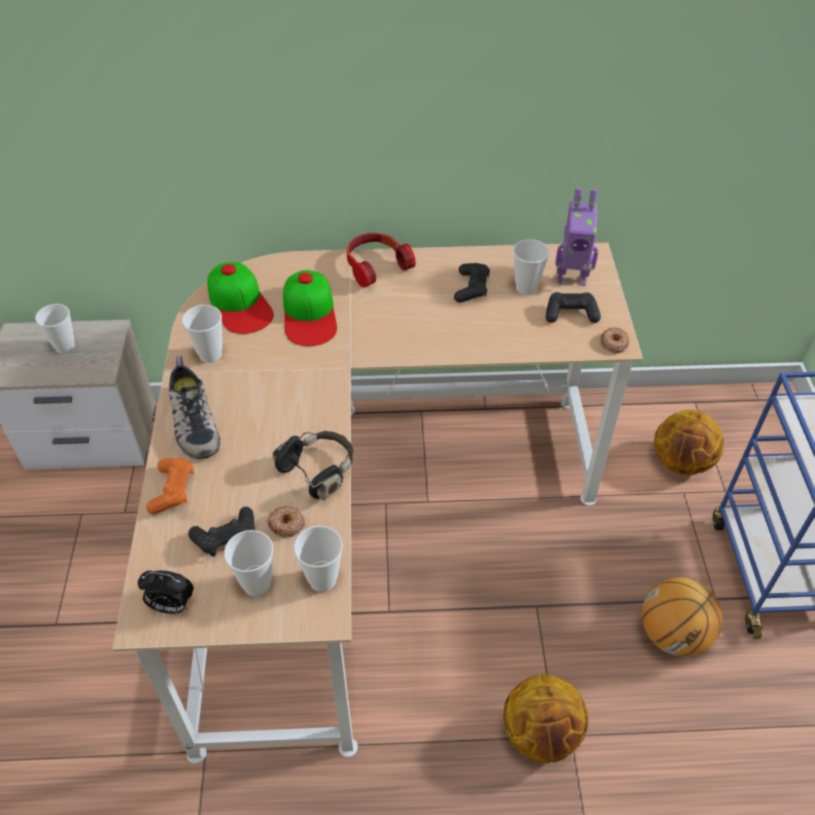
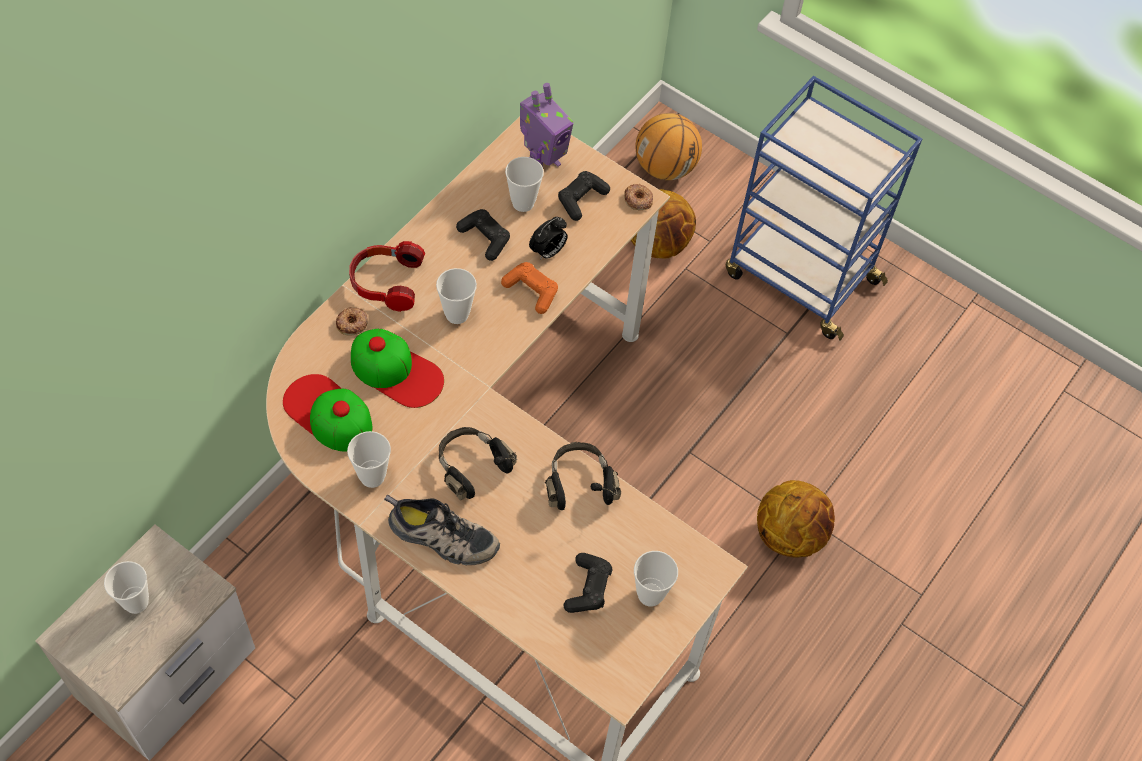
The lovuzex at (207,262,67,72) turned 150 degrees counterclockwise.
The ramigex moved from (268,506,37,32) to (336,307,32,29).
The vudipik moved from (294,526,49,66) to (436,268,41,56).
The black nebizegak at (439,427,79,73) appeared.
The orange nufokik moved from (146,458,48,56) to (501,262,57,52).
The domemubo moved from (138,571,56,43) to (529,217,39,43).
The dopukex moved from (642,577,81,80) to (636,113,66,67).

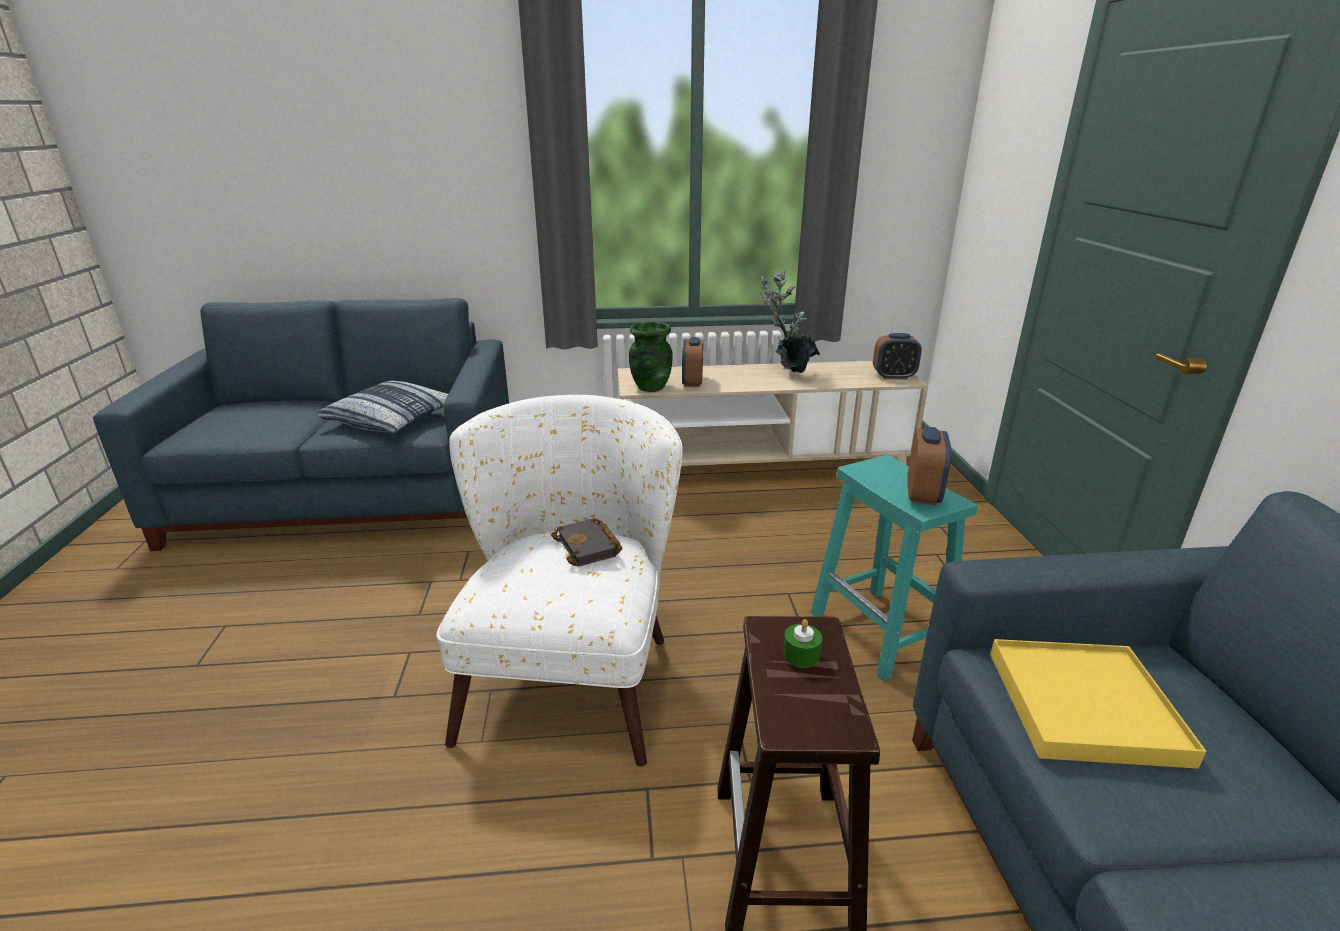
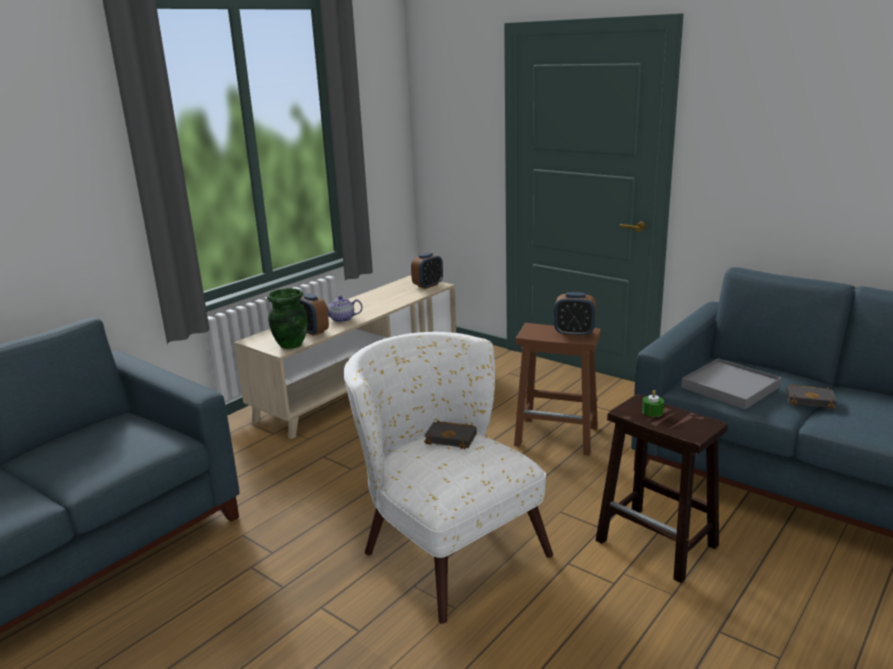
The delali at (327,295,36,27) appeared.
The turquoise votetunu at (811,455,167,226) became the brown votetunu at (514,323,87,132).
The domemubo at (907,427,44,78) turned 135 degrees clockwise.
The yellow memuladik at (990,639,217,130) became the grey memuladik at (681,358,101,51).
The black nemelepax at (786,384,51,25) appeared.
The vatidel at (316,381,132,53) disappeared.
The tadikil at (760,271,60,102) disappeared.

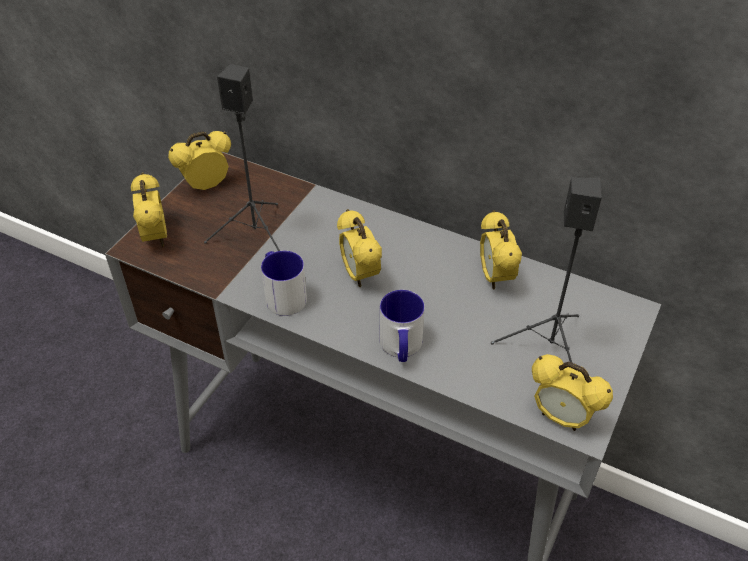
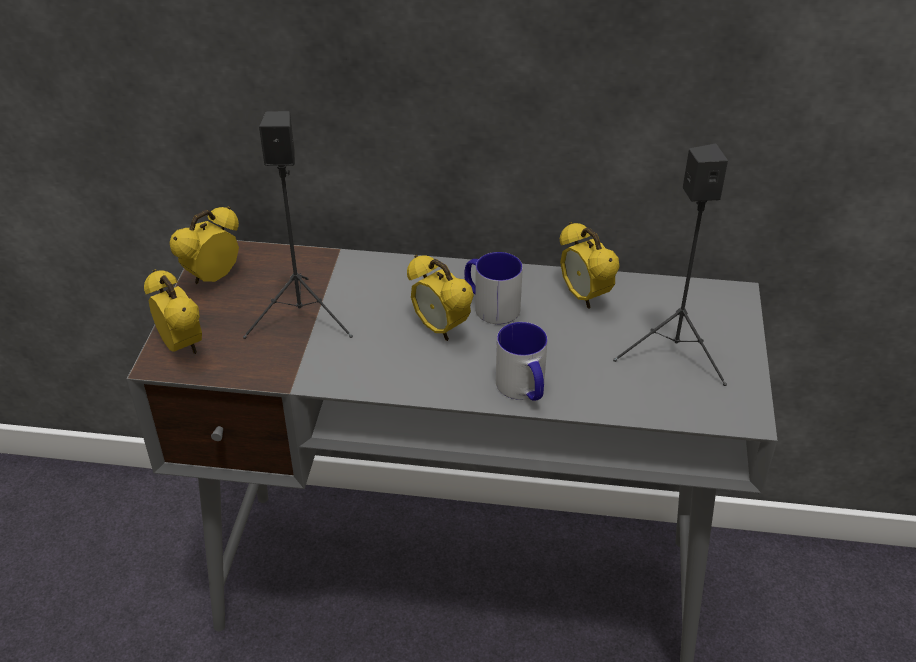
The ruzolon moved from (261,251,46,65) to (464,252,59,72).
The domemubo at (532,354,81,77) disappeared.

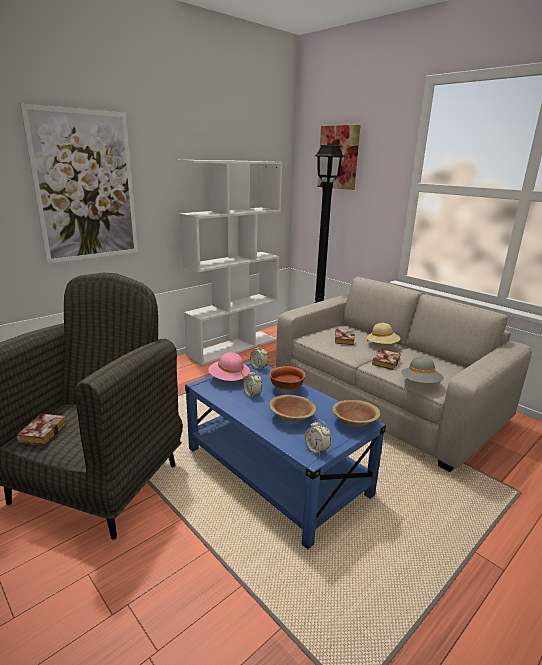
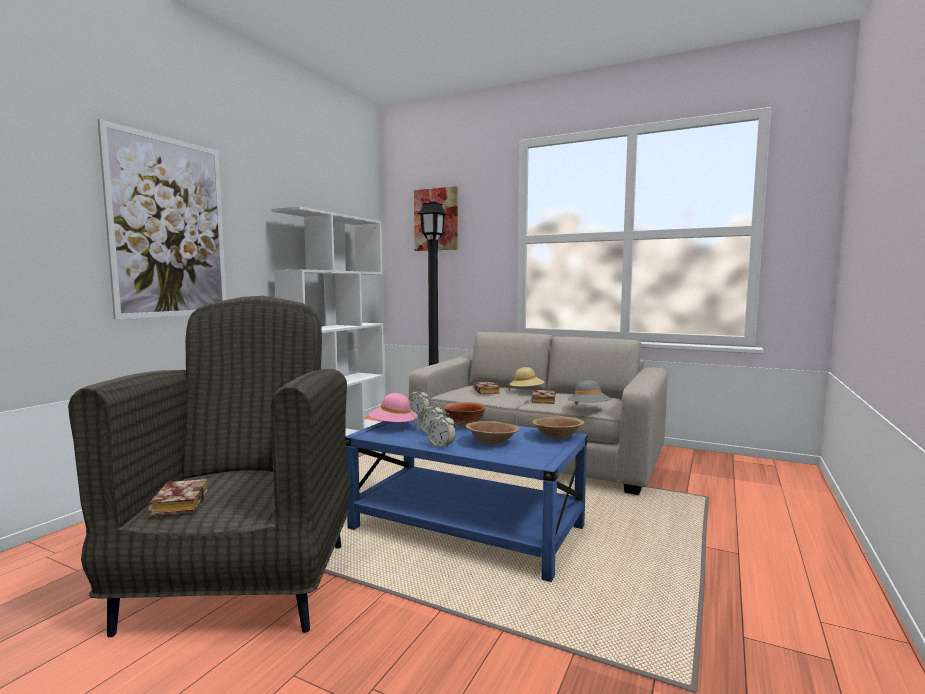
The domemubo moved from (305,419,26,37) to (427,412,29,37).

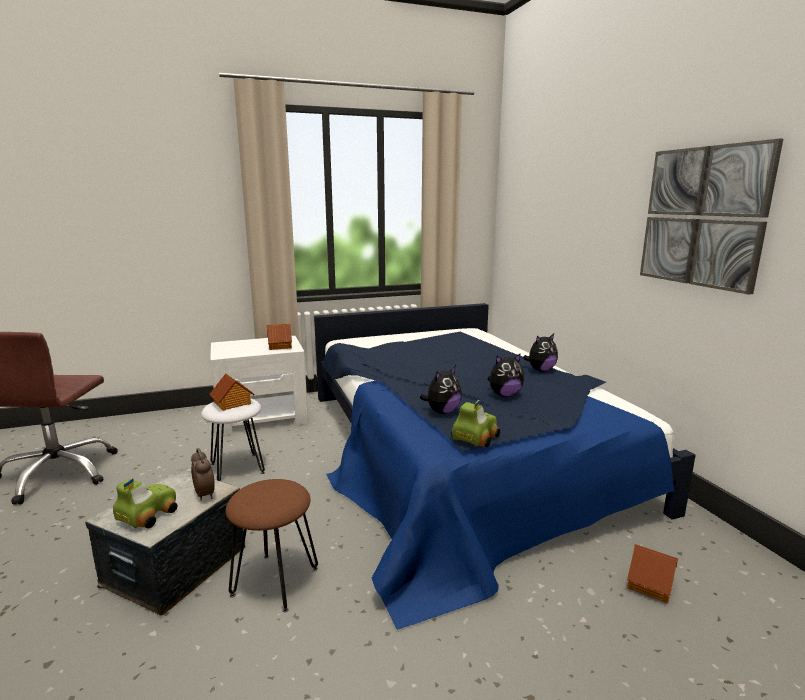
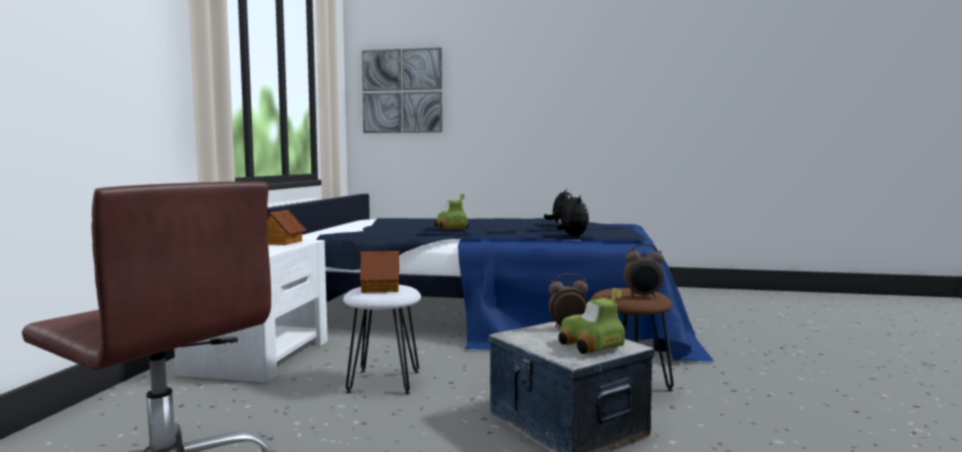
The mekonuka moved from (640,138,143,157) to (362,47,80,86).
The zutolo moved from (451,400,49,48) to (434,194,35,36).
The domemubo at (623,244,41,54) appeared.
The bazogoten at (523,333,35,39) disappeared.
The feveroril at (627,544,51,59) disappeared.

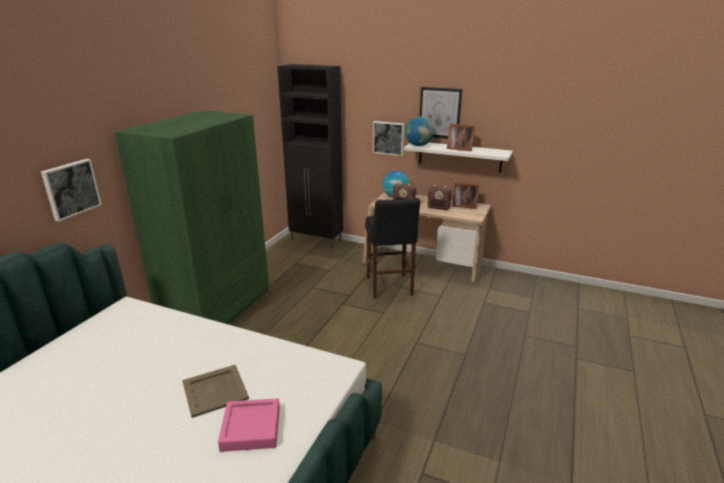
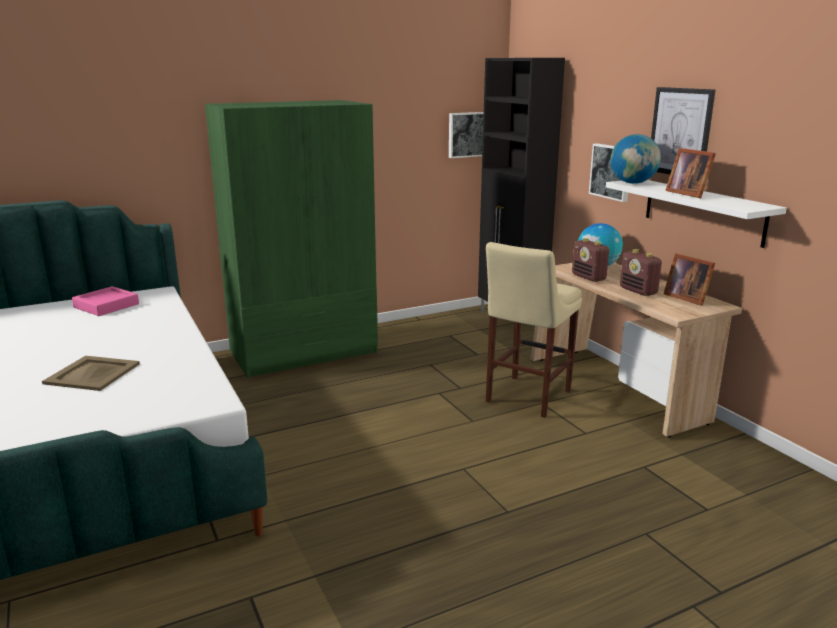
The pink memuladik moved from (218,398,62,54) to (72,286,67,30).
The mekonuka moved from (41,159,61,62) to (449,112,35,46).
The black votetunu at (365,198,55,100) became the beige votetunu at (486,242,96,176).

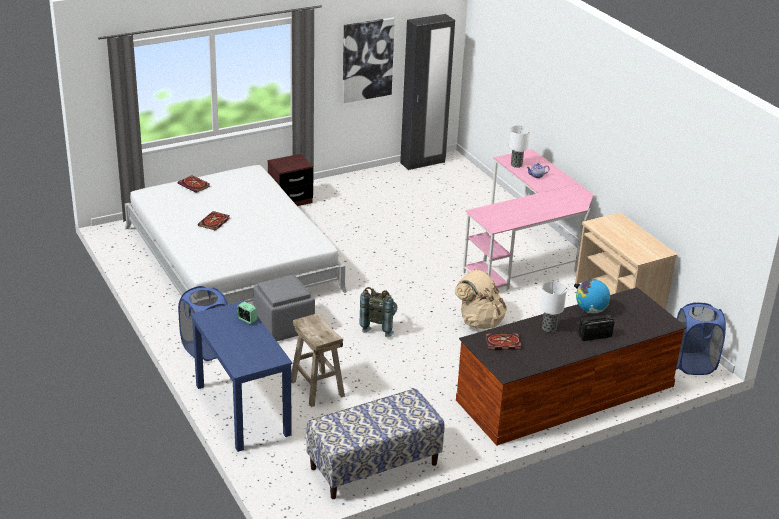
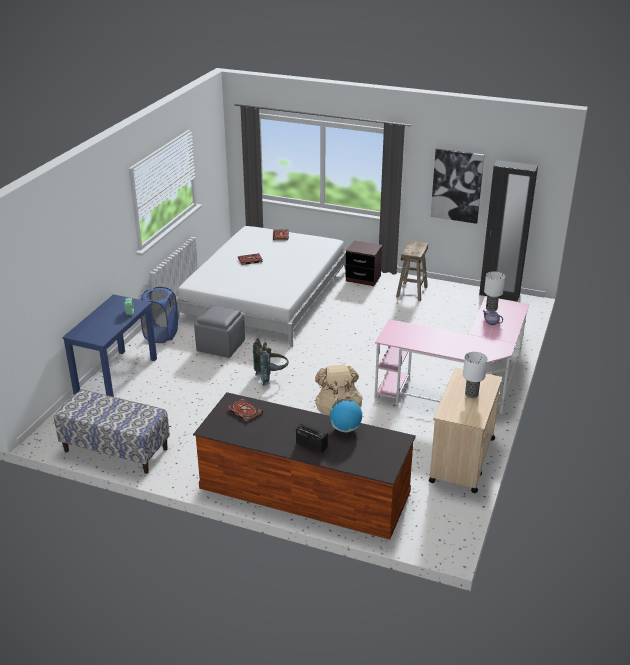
The beige votetunu moved from (291,313,54,94) to (396,240,32,61).
The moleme moved from (540,281,27,51) to (463,352,24,46).
The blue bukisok at (676,302,50,73) disappeared.

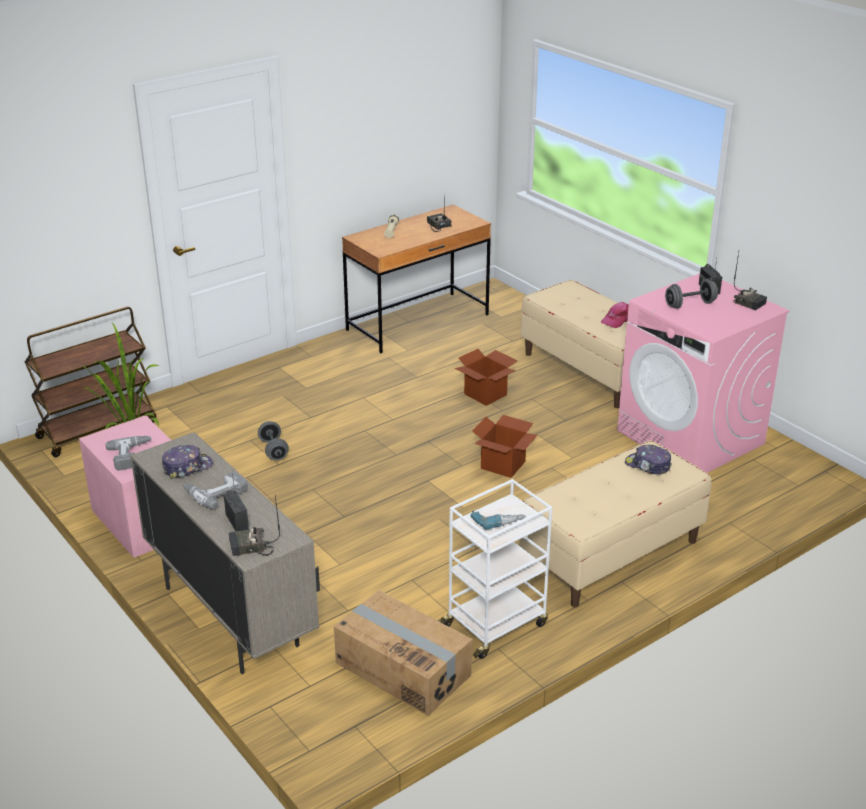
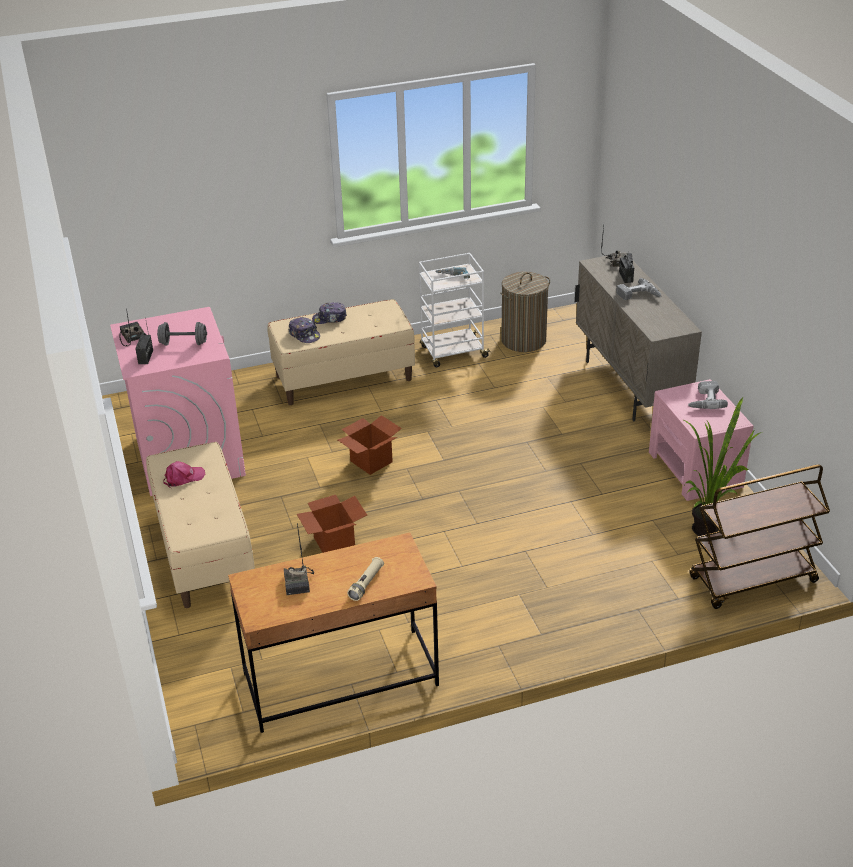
The lovuzex moved from (162,445,51,34) to (312,302,35,22).
The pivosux at (334,590,139,126) was replaced by the bukisok at (500,272,50,80).
The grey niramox at (258,421,31,40) disappeared.

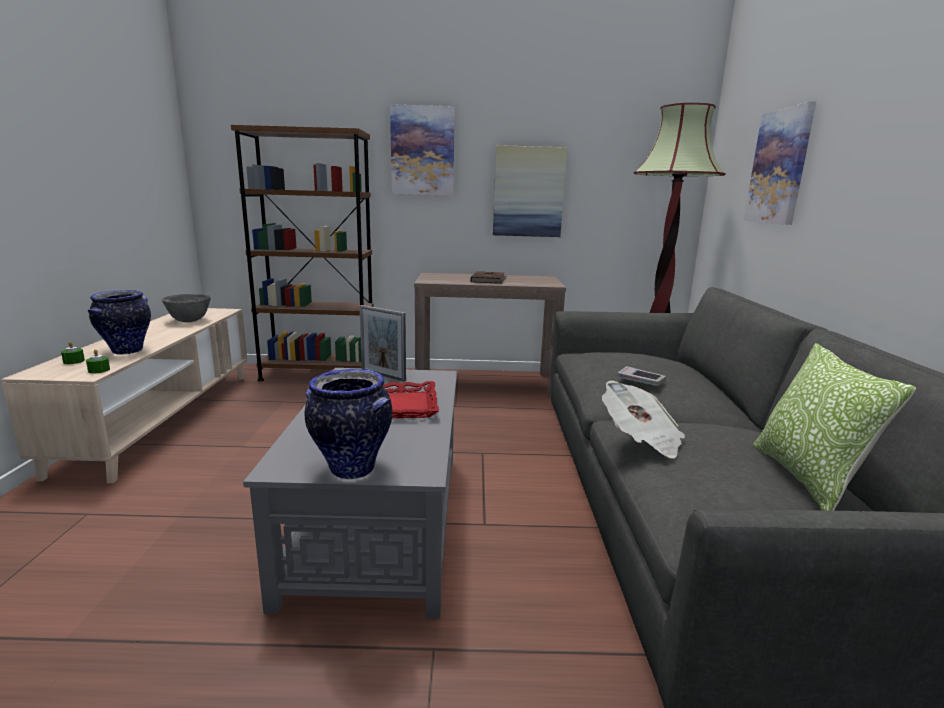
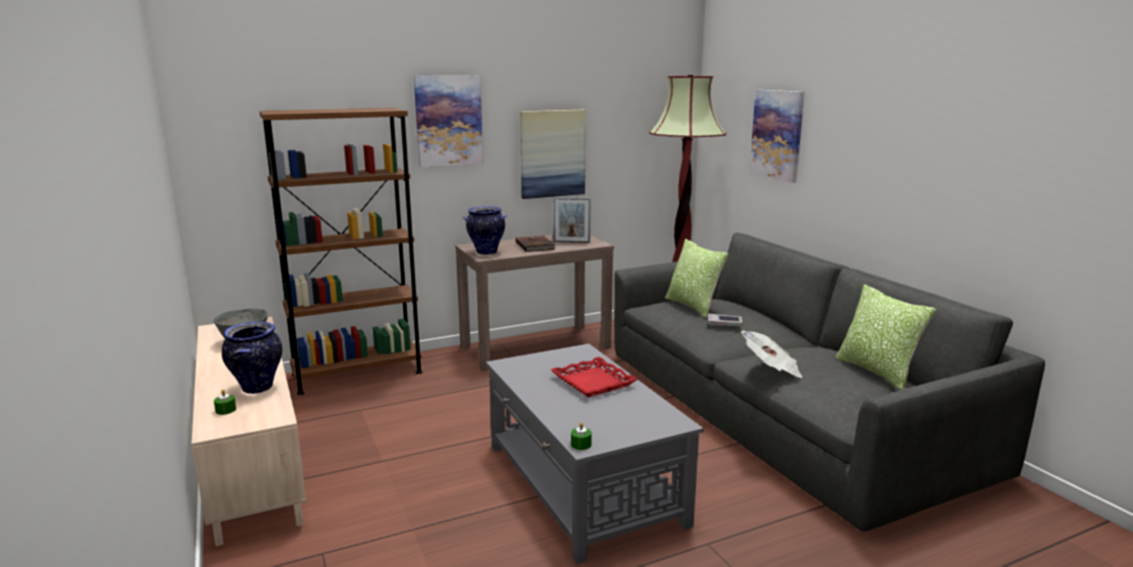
The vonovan moved from (304,369,89,110) to (463,206,44,49).
The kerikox moved from (360,305,46,76) to (553,197,38,46).
The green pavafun moved from (86,349,24,24) to (571,422,21,28).
The vatidel at (665,239,63,79) appeared.

